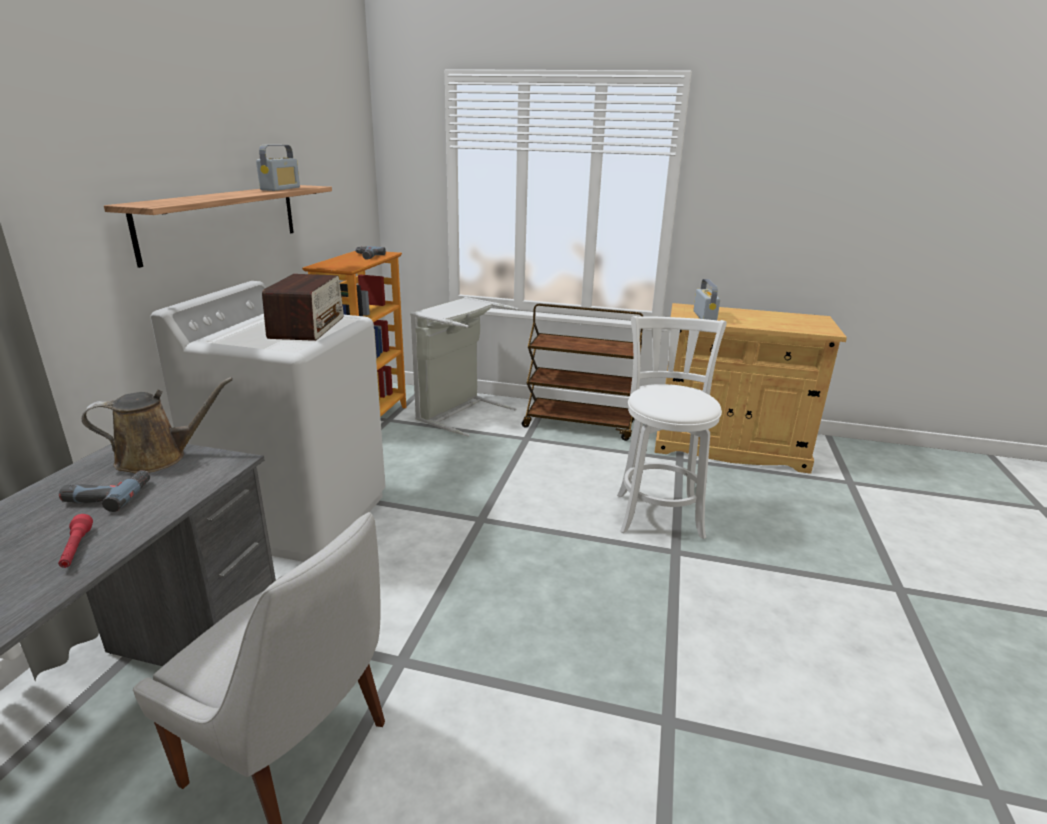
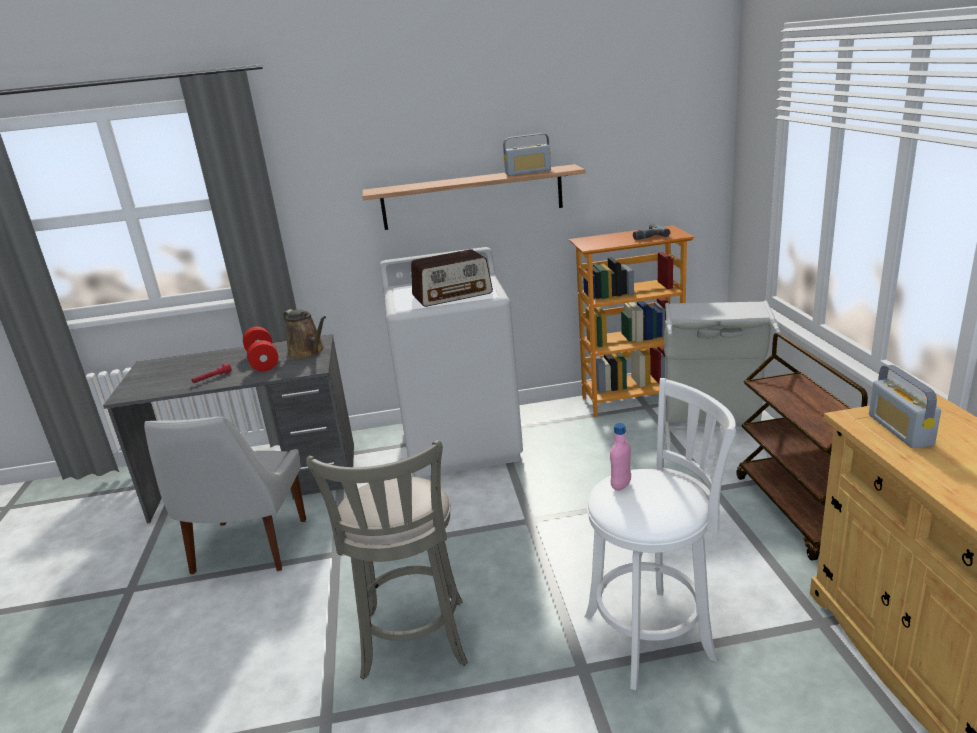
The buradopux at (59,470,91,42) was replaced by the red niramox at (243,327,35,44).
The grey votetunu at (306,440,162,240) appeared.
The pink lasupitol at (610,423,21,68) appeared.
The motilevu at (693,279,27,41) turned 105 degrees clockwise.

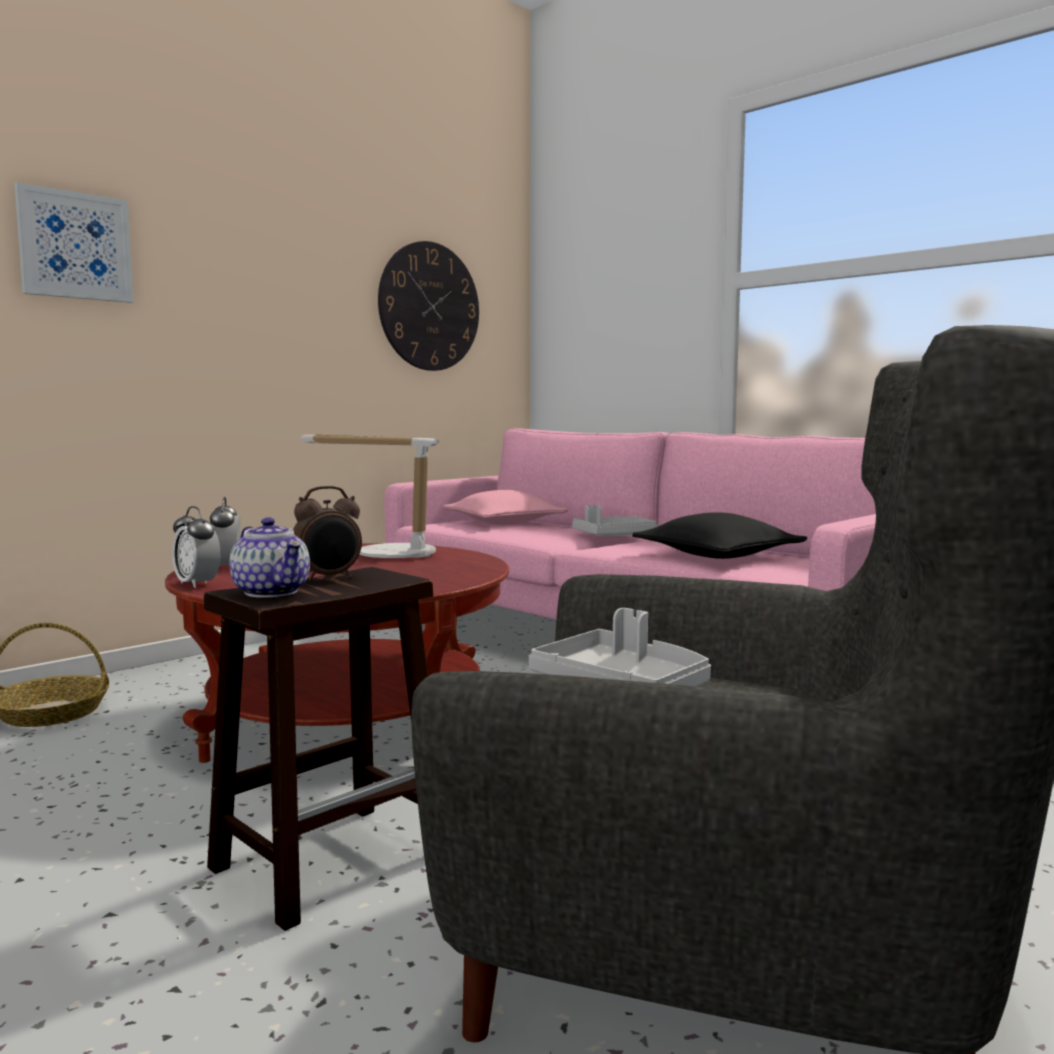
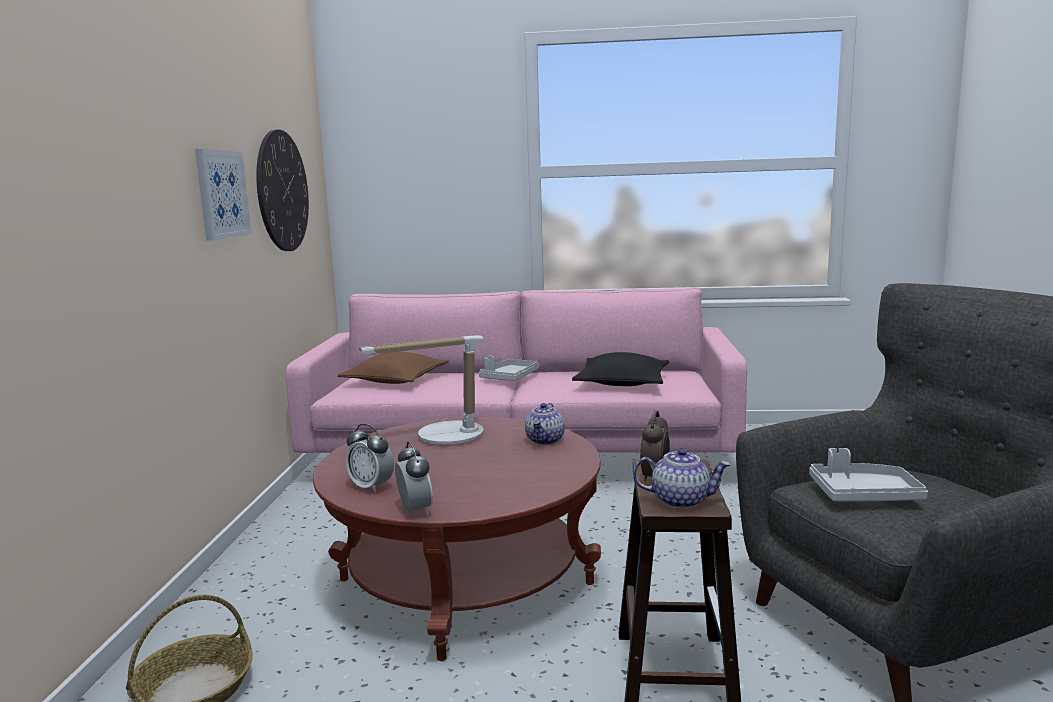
The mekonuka moved from (14,182,120,121) to (195,149,56,92).
The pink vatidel at (443,490,125,35) became the brown vatidel at (338,351,111,33).
The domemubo at (172,506,48,82) turned 120 degrees counterclockwise.
The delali at (525,403,40,42) appeared.

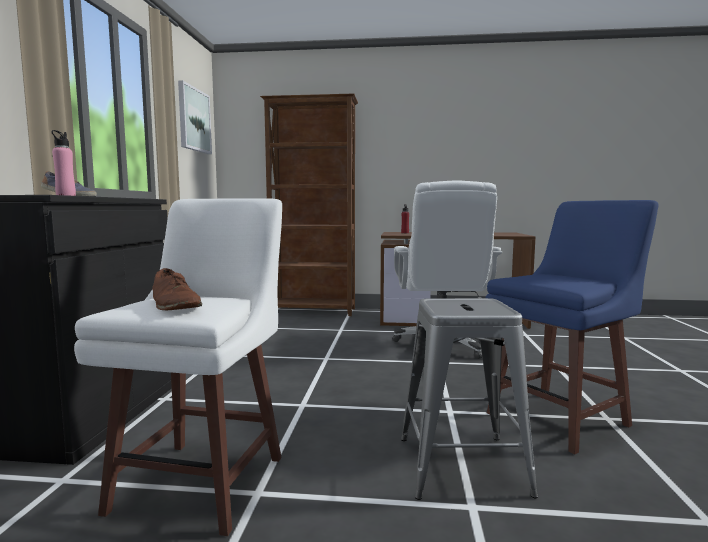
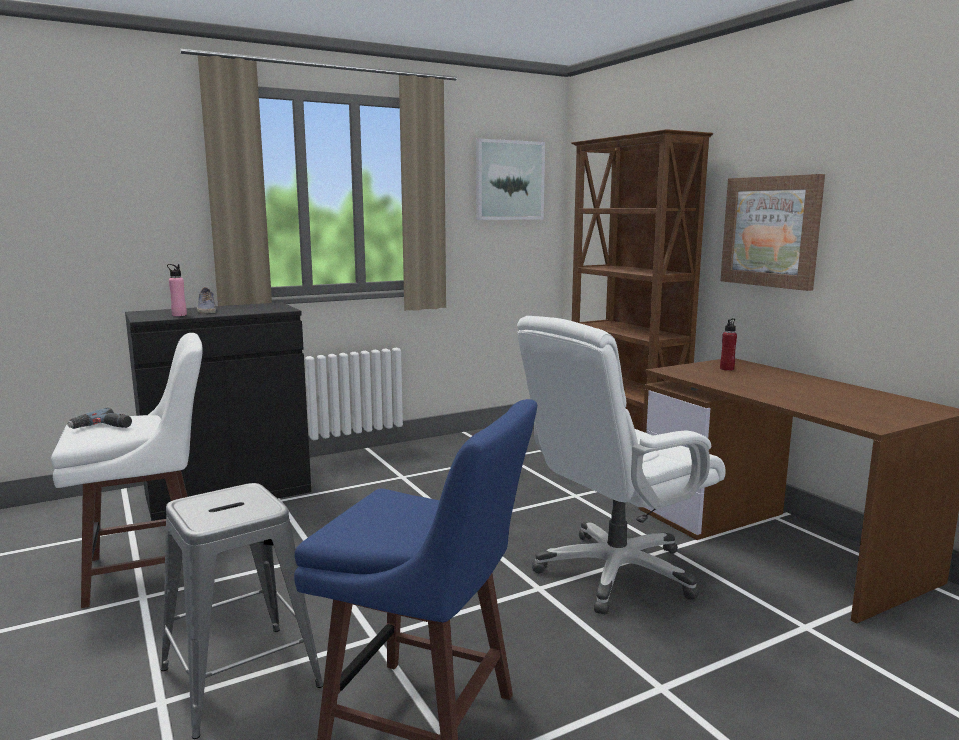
The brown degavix at (152,268,50,42) was replaced by the buradopux at (67,408,65,21).
The mekonuka at (720,174,105,117) appeared.

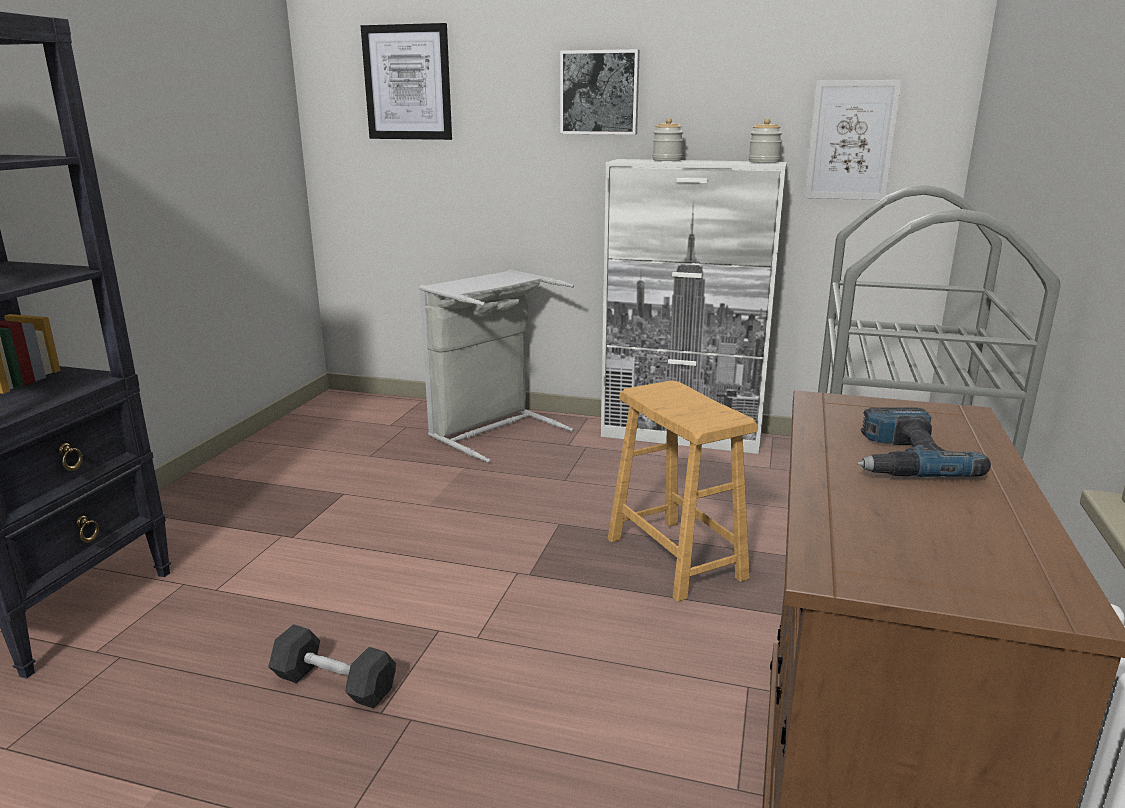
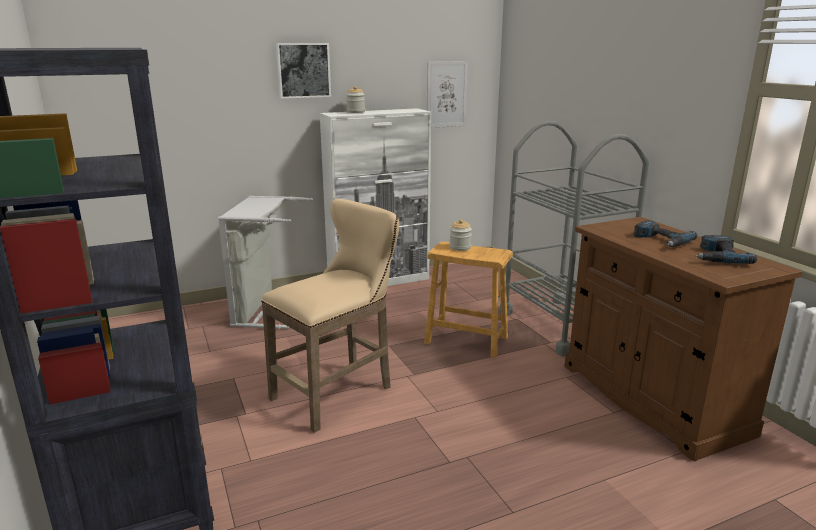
The beige votetunu at (261,199,138,234) appeared.
The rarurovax moved from (749,118,33,45) to (449,219,23,32).
The buradopux at (696,235,61,29) appeared.
The grey niramox at (268,624,128,84) disappeared.
The mekonuka at (361,23,91,117) disappeared.

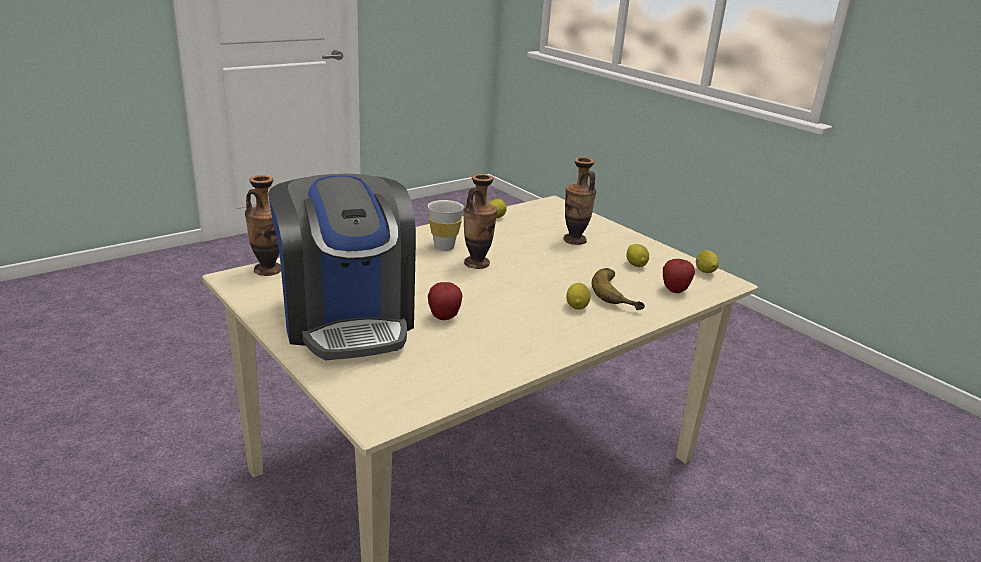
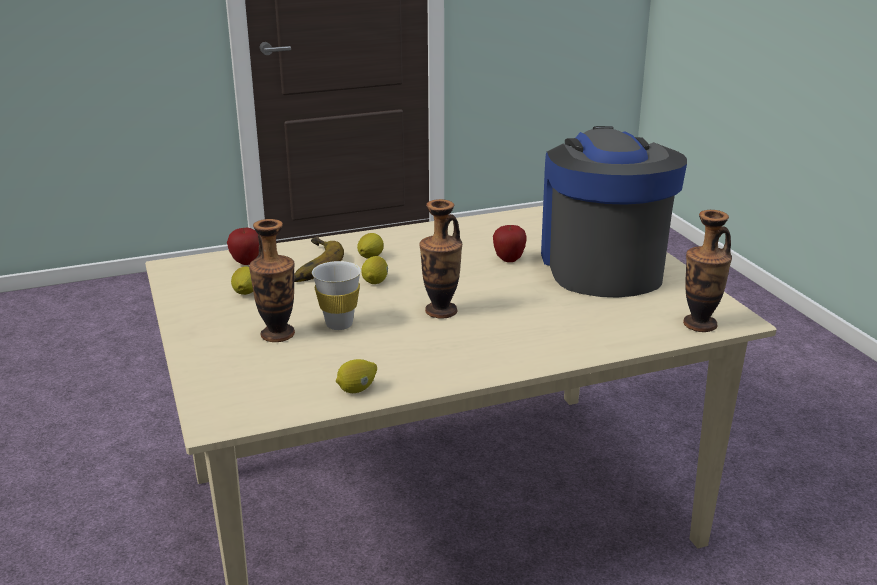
The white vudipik moved from (428,200,36,51) to (312,261,49,69).
The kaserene moved from (696,250,23,23) to (362,256,26,28).

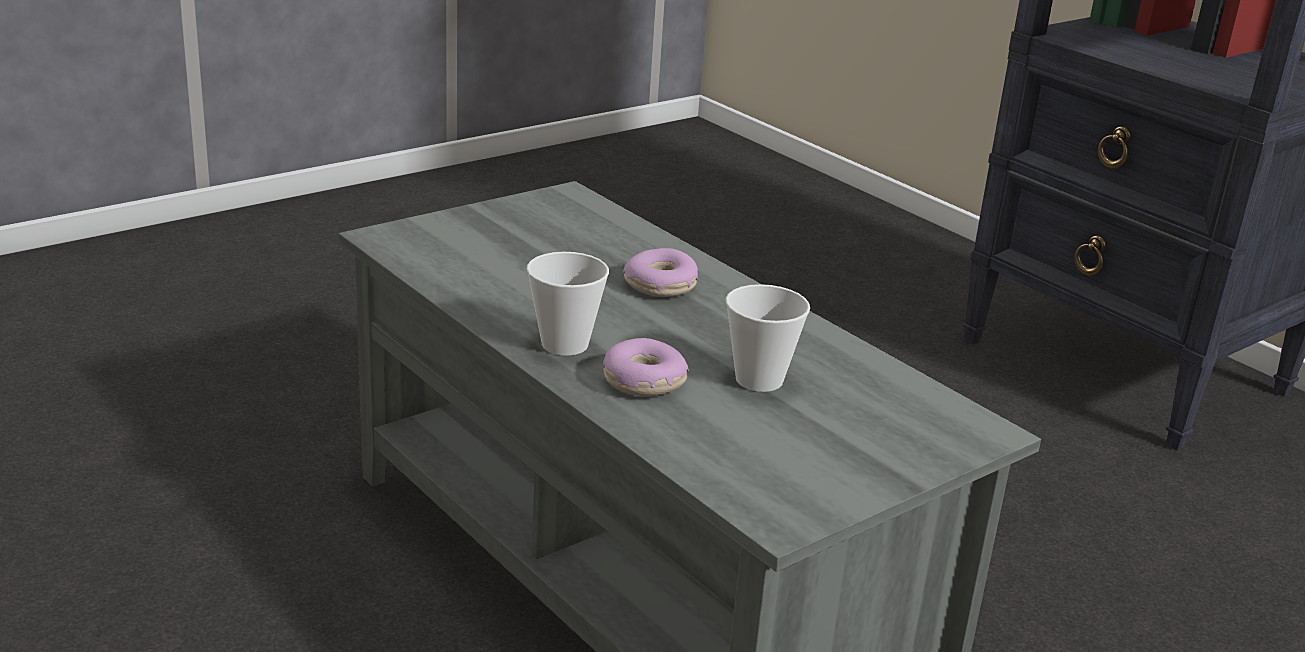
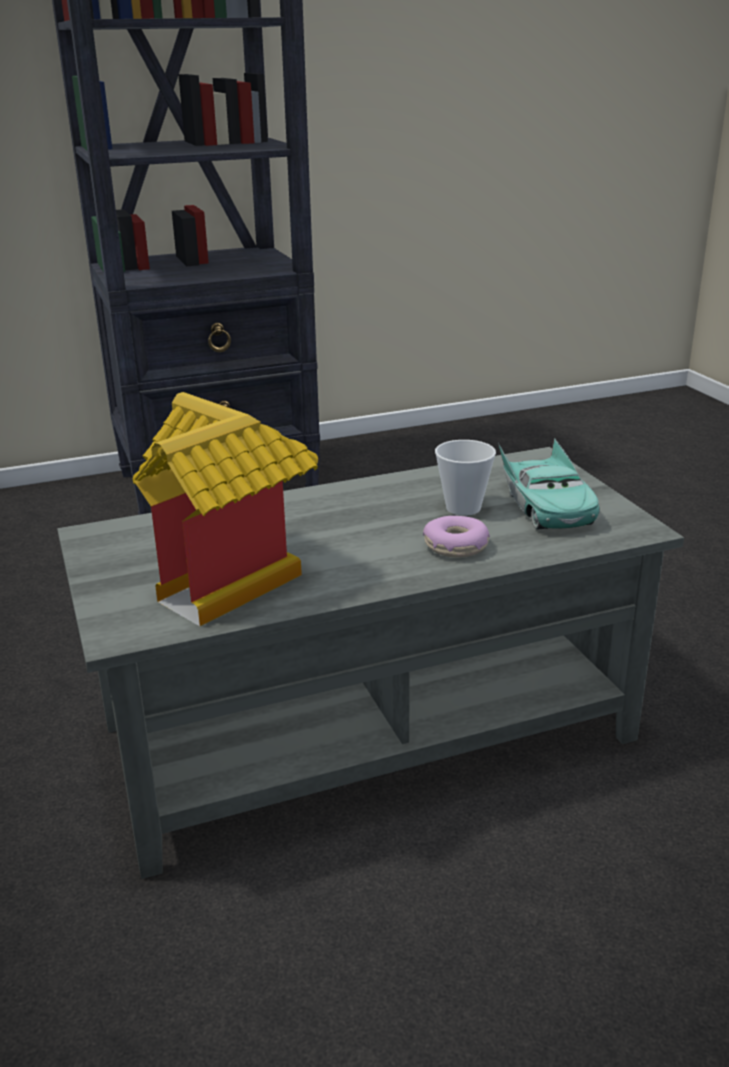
The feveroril at (133,392,185,234) appeared.
The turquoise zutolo at (498,438,102,92) appeared.
The vudipik at (527,252,82,104) disappeared.
The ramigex at (623,248,75,49) disappeared.

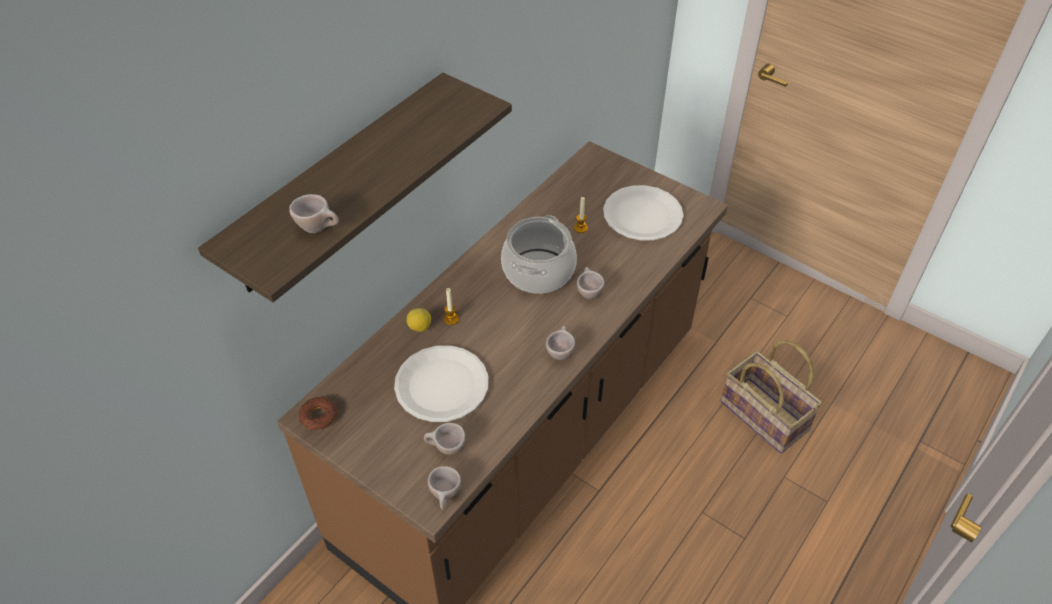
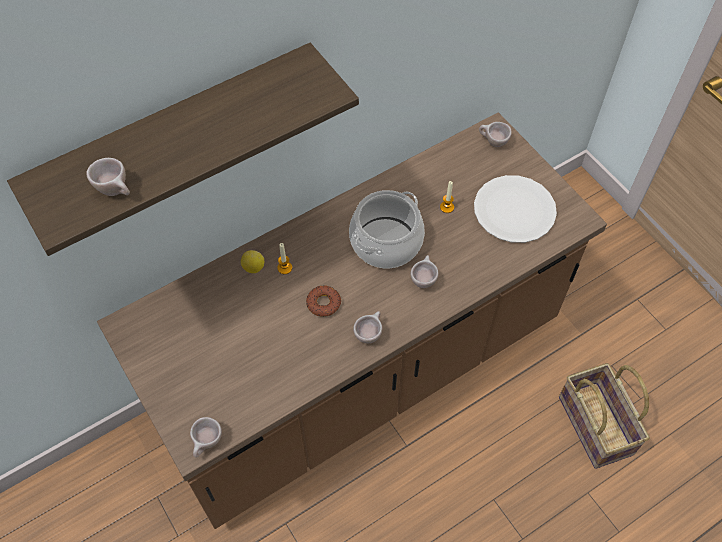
The ramigex moved from (299,397,38,33) to (306,286,35,31).
The beige vudipik moved from (424,423,42,32) to (479,122,33,25).
The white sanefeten at (394,345,94,77) disappeared.

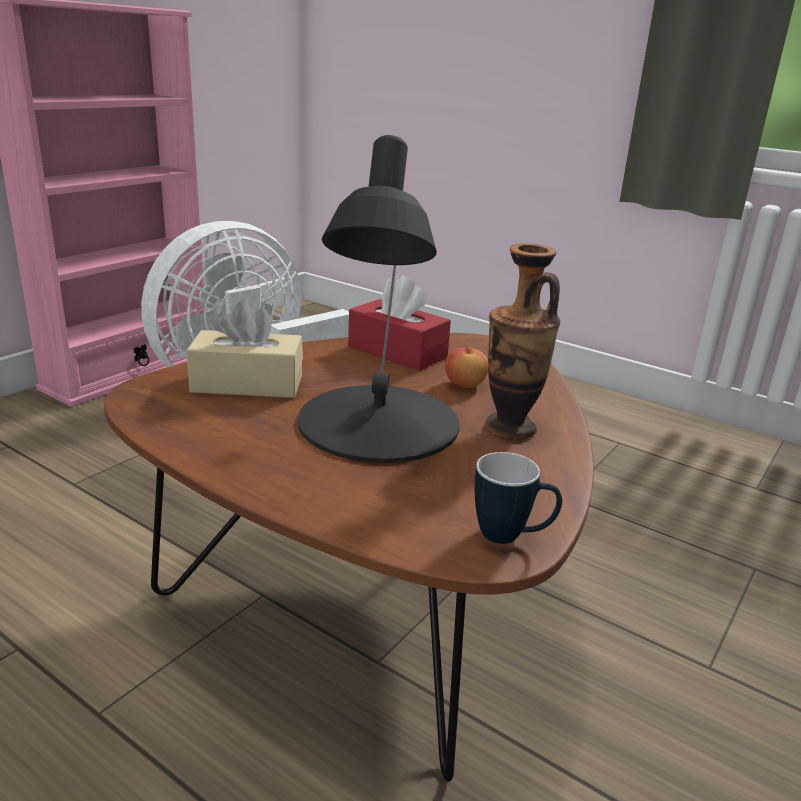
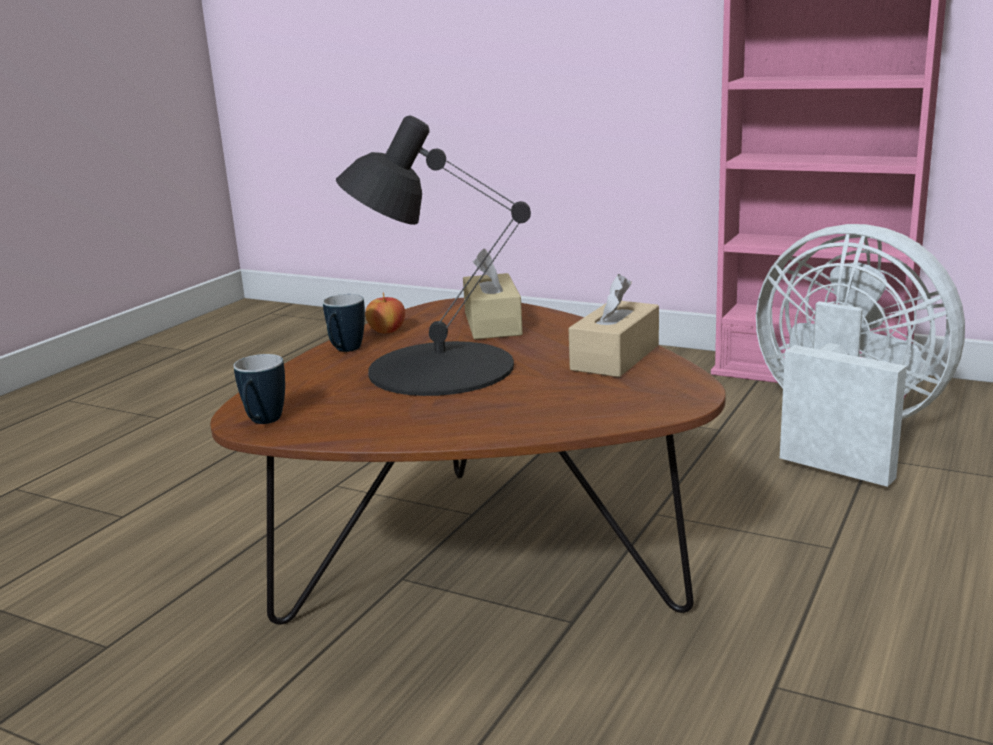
The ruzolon at (323,294,42,58) appeared.
The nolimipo moved from (445,344,43,44) to (365,292,40,41).
The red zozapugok at (348,275,103,96) became the beige zozapugok at (569,274,90,103).
The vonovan at (485,243,75,197) disappeared.

